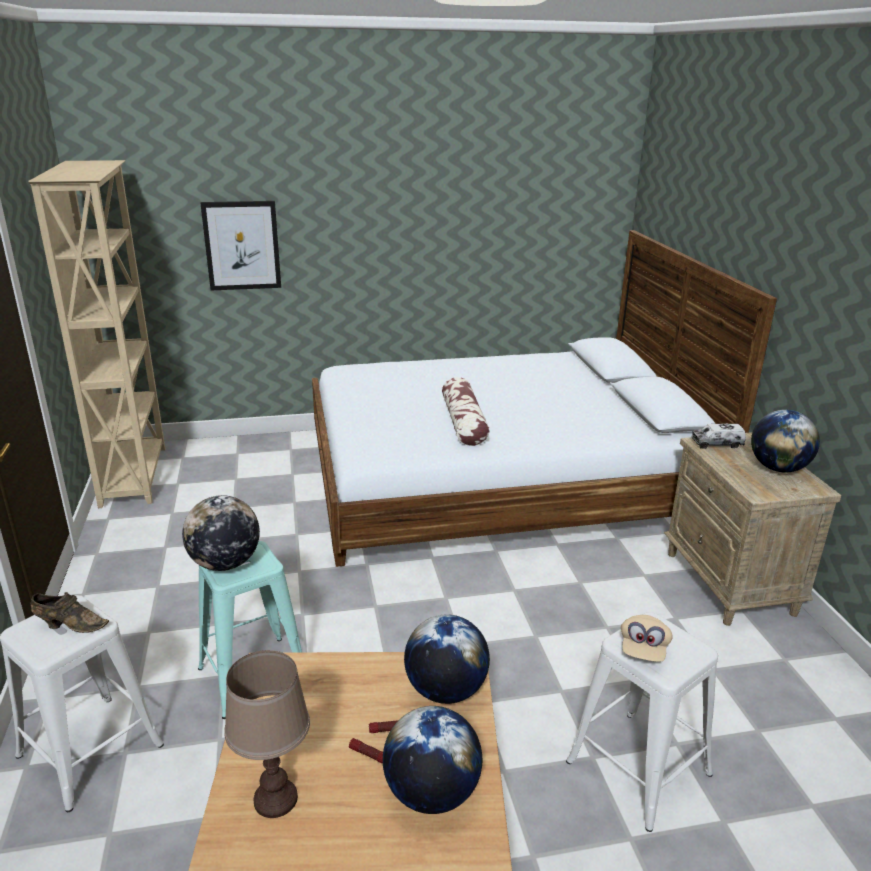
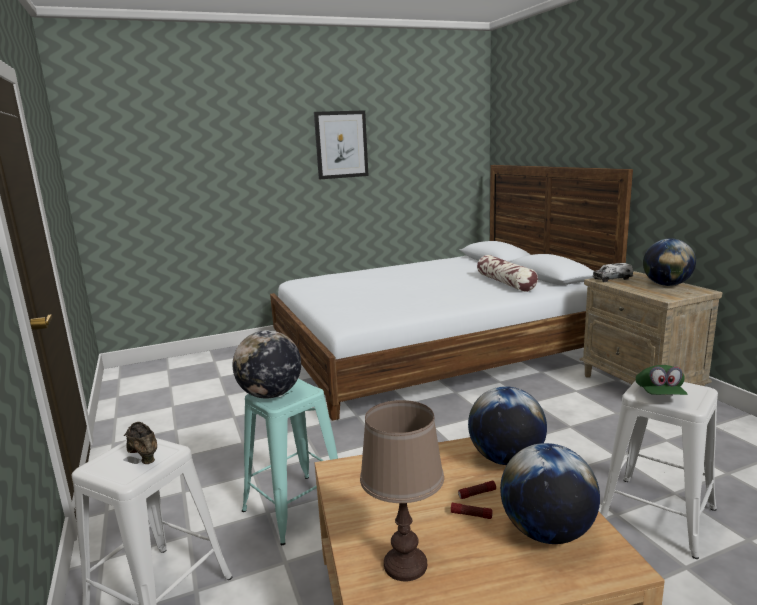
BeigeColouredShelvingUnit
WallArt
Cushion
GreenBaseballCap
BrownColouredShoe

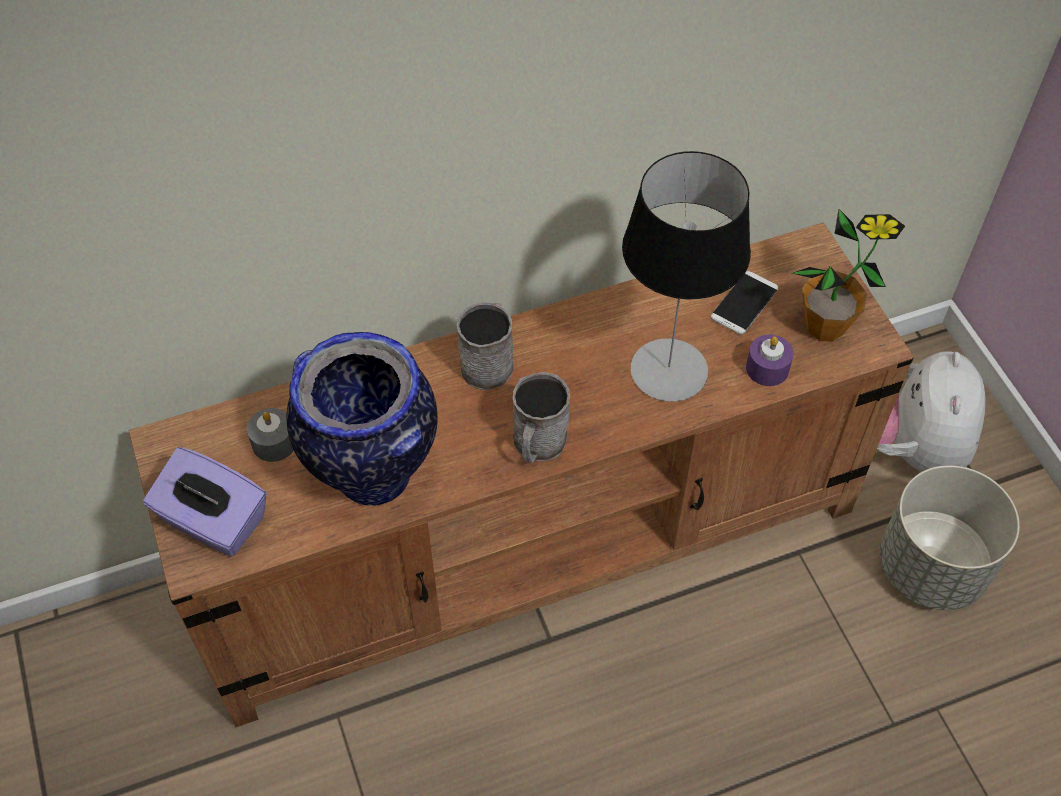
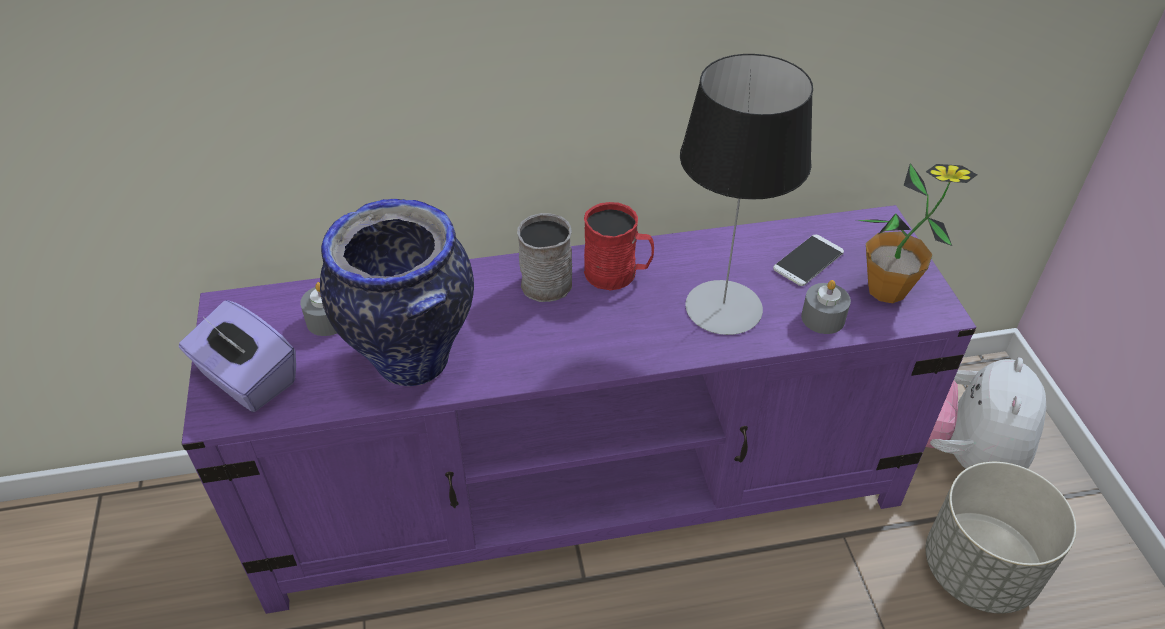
GreyishMug (no. 2 from left in the first image)
RedColouredMug
PurpleColouredTvUnit
GreyishCandle (no. 2 from left)

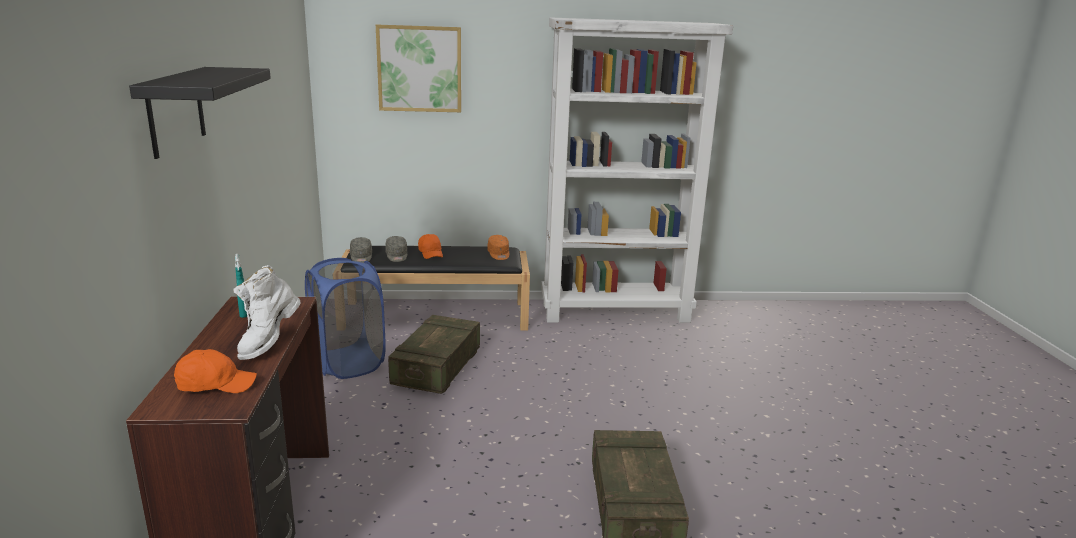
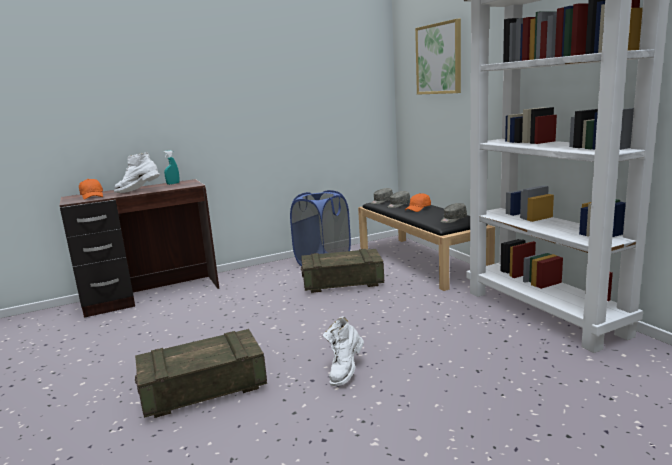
BlackishWallShelf
WhiteColouredTallBoot (no. 2 from left)
GreyishBaseballCap (no. 3 from left)

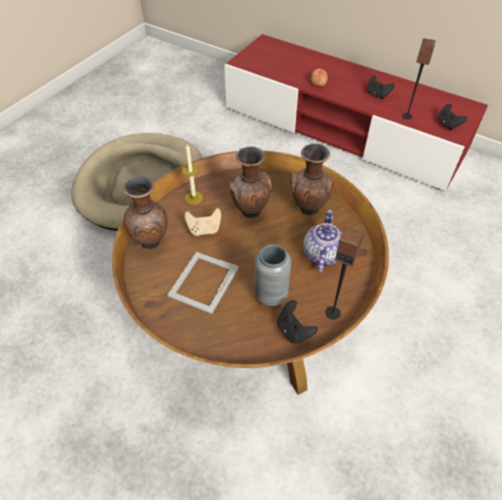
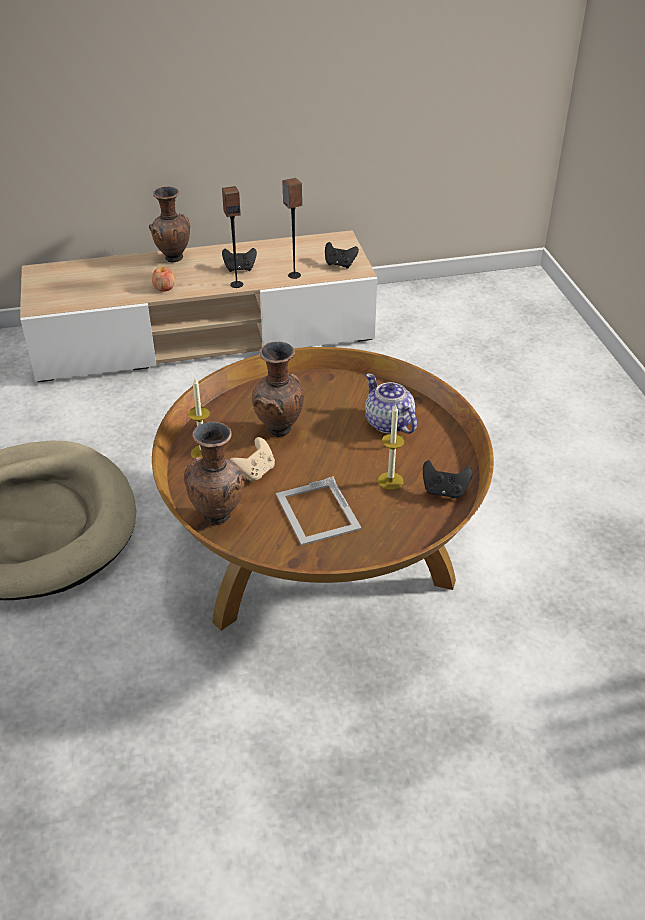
BrownColouredFlowerVase (no. 1 from left)
Loudspeaker (no. 1 from left)
Candle (no. 2 from left)
BeigeColouredTvUnit

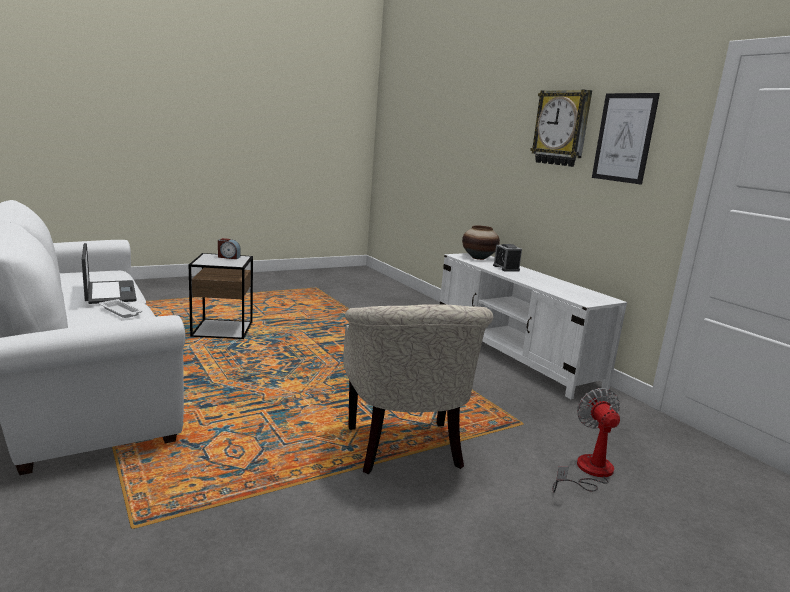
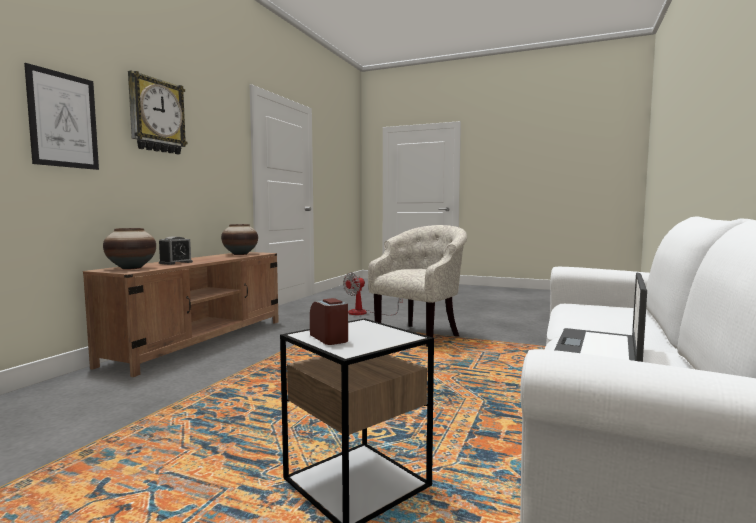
WhiteColouredTray
FlowerVase (no. 2 from left)
WallArt
BrownColouredTvUnit

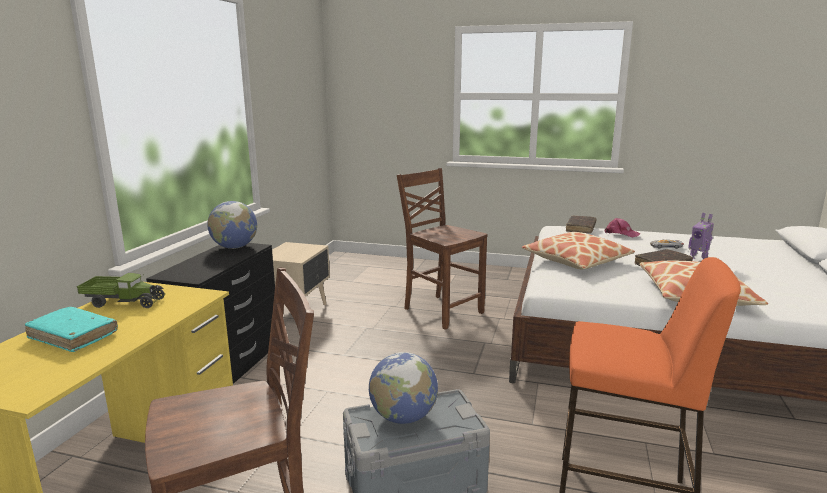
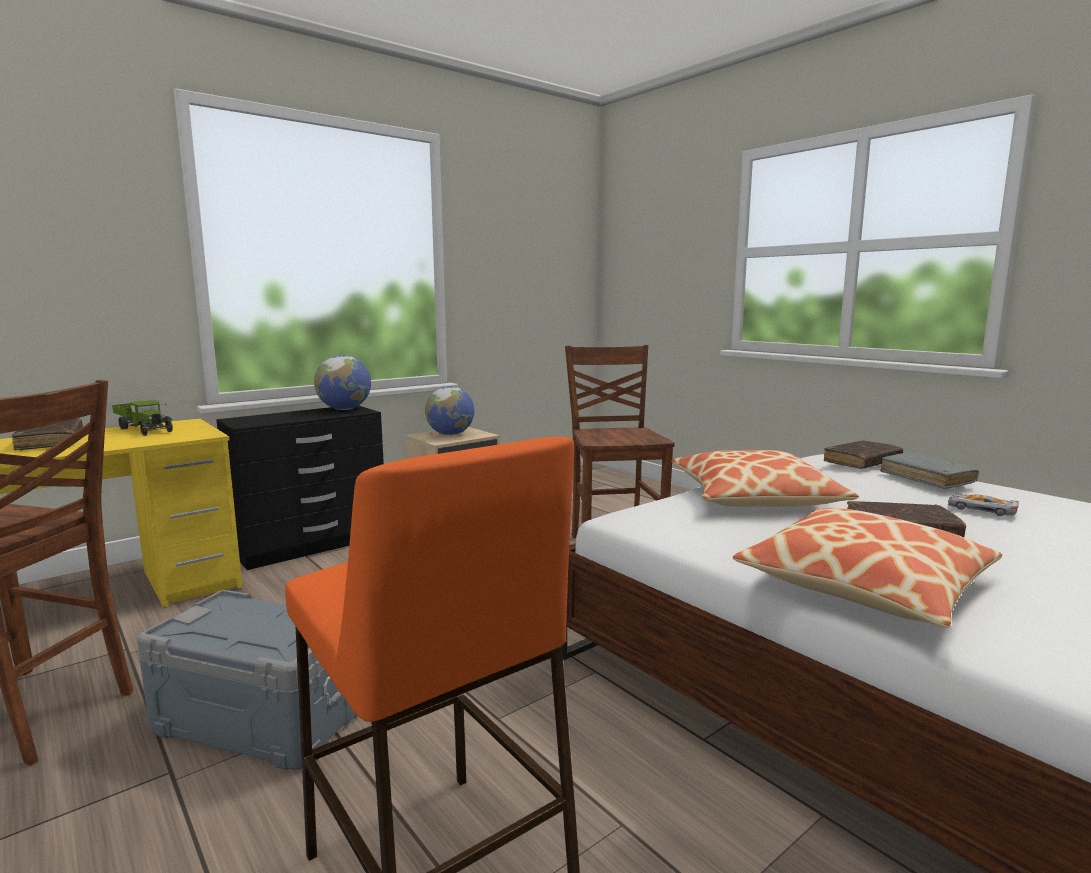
RobotFigure
DeskGlobe (no. 2 from left)
GreyishBook
BrownColouredBook (no. 1 from left)

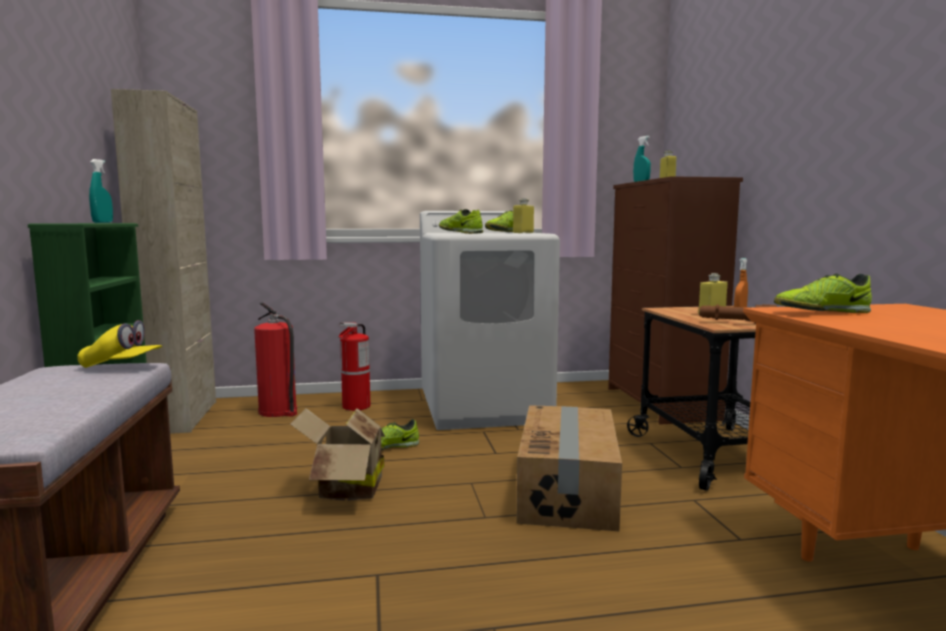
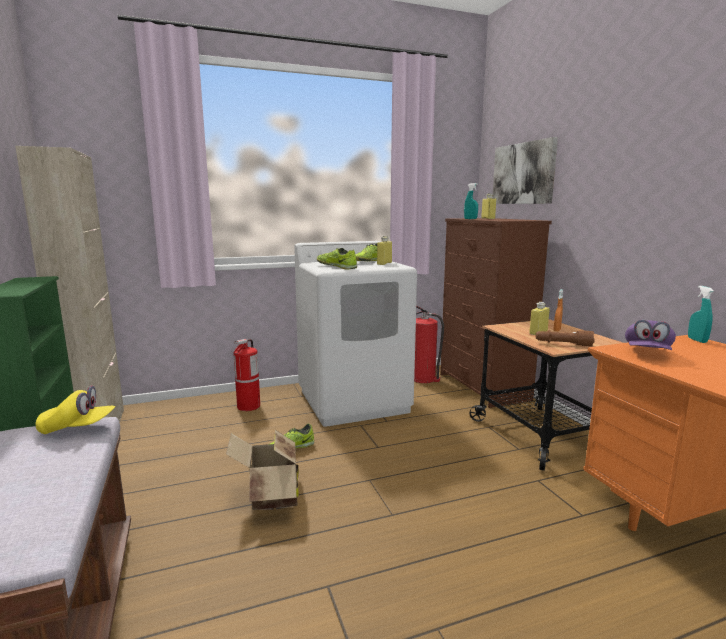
Carton (no. 2 from left in the first image)
WallArt
TurquoiseColouredSprayBottle (no. 2 from left)
Extinguisher (no. 2 from left)
PurpleColouredBaseballCap

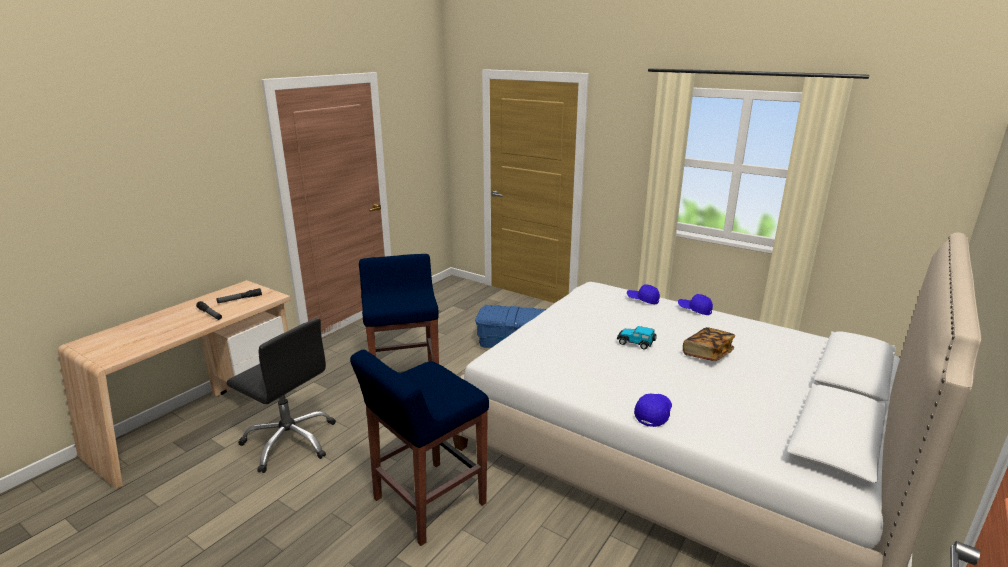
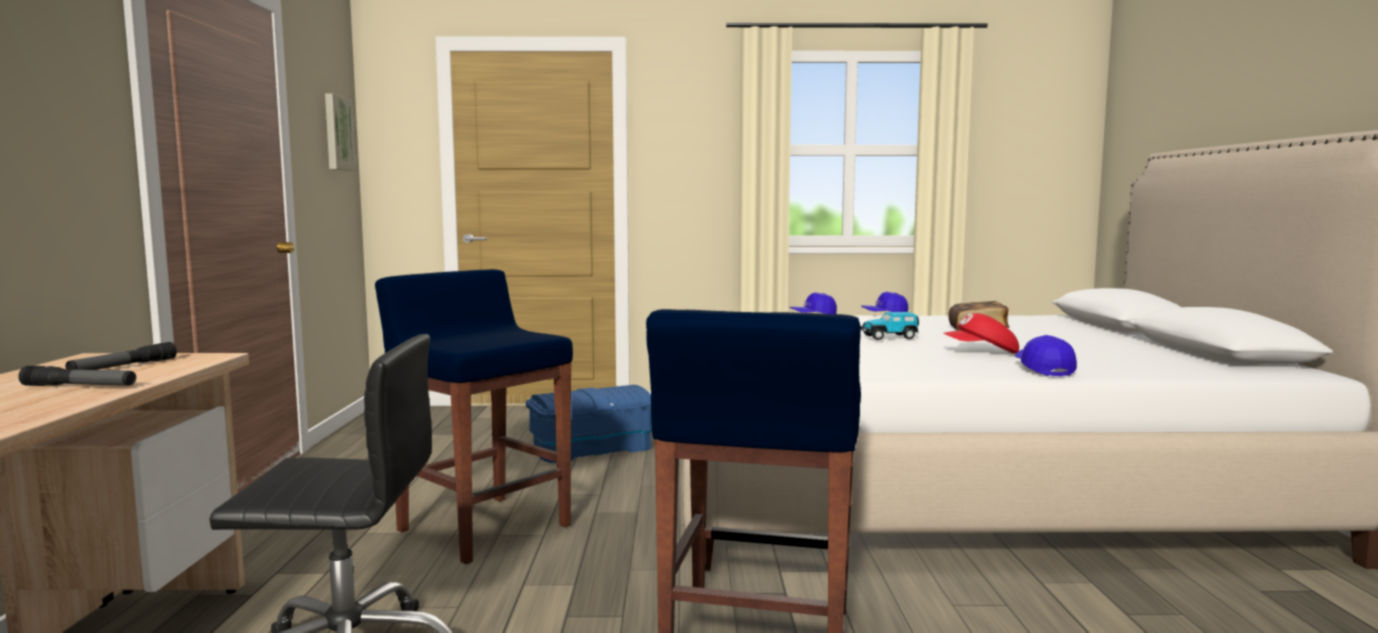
WallArt
RedColouredBaseballCap

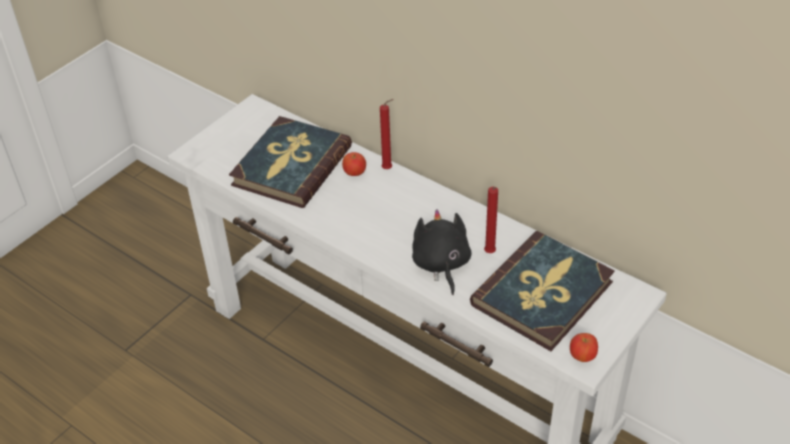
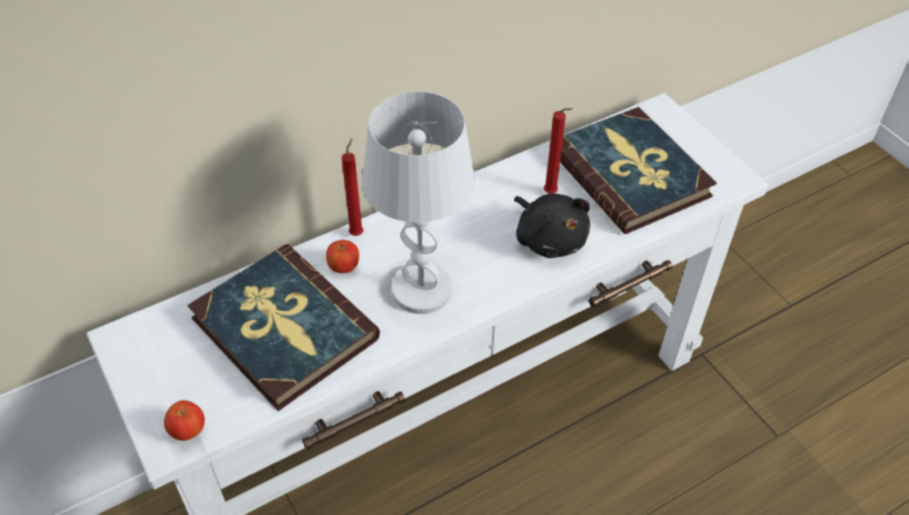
WhiteColouredTableLamp
AppleFruit (no. 1 from left)
BlackishSoftToy

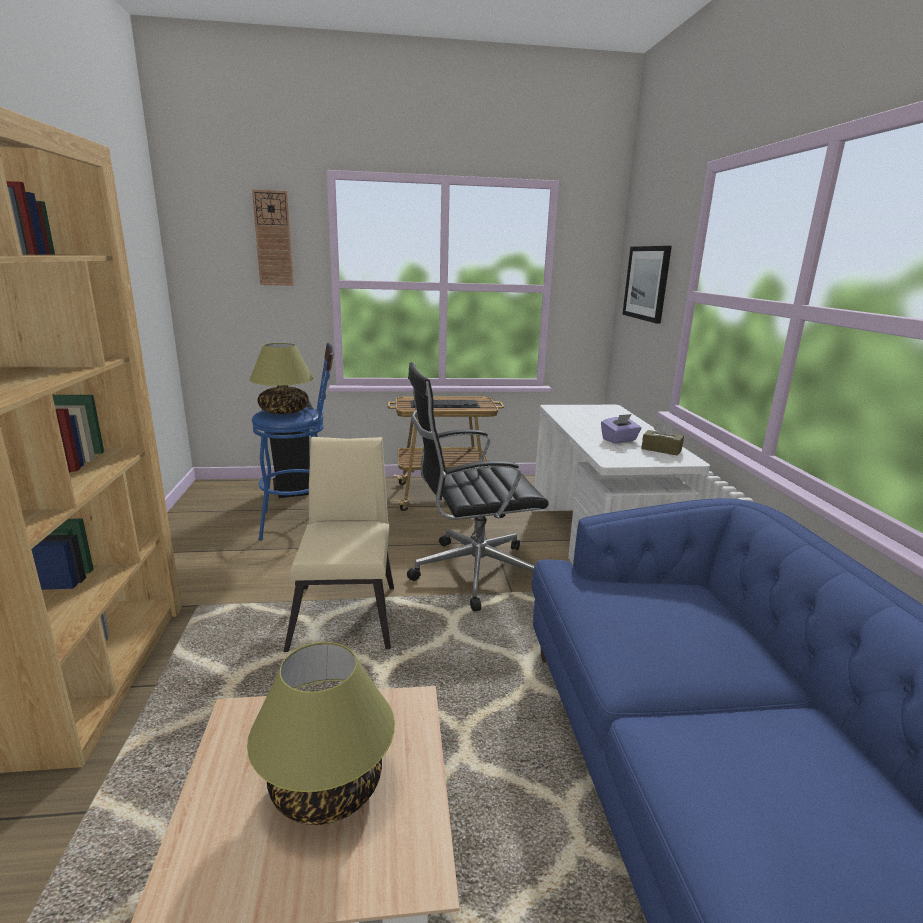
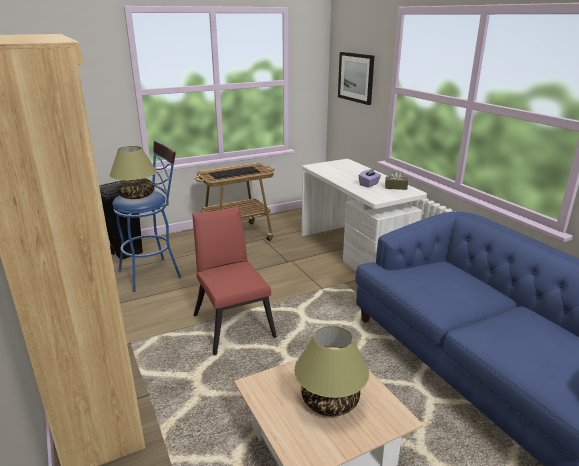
WallClock
BlackishComputerChair
RedColouredChair

